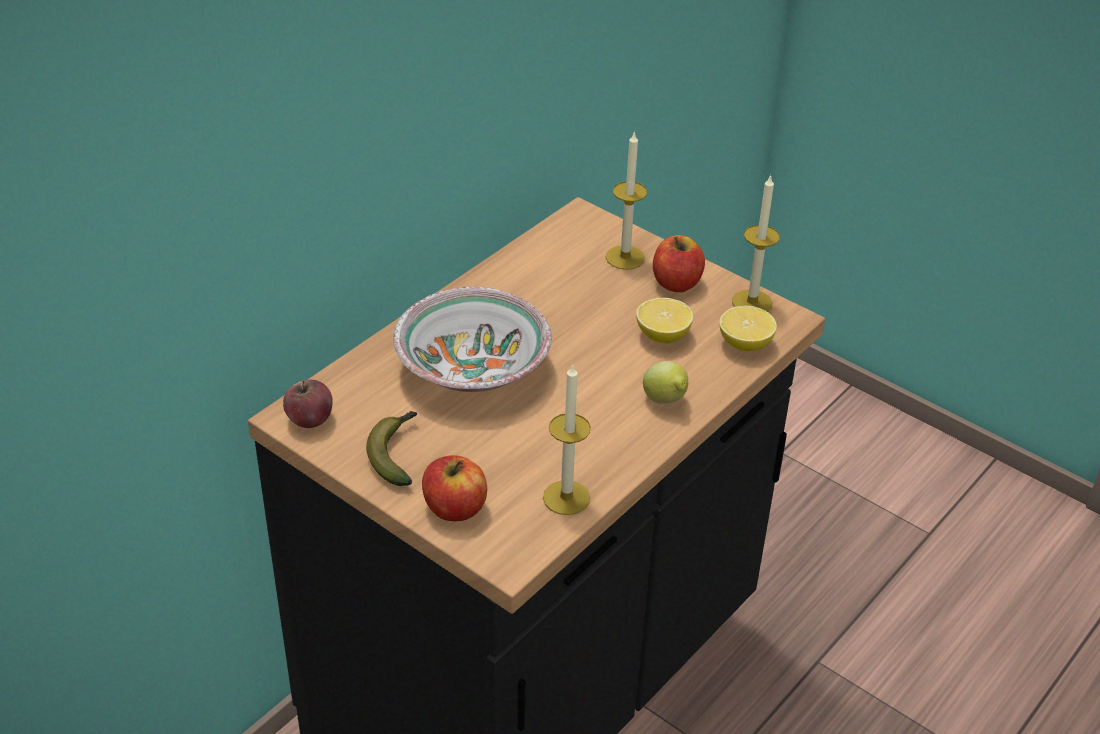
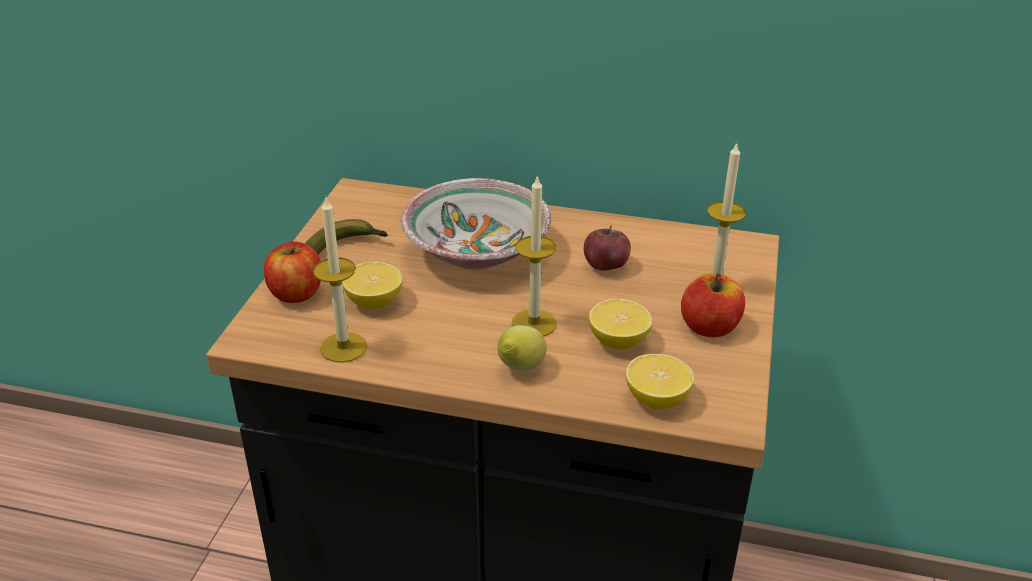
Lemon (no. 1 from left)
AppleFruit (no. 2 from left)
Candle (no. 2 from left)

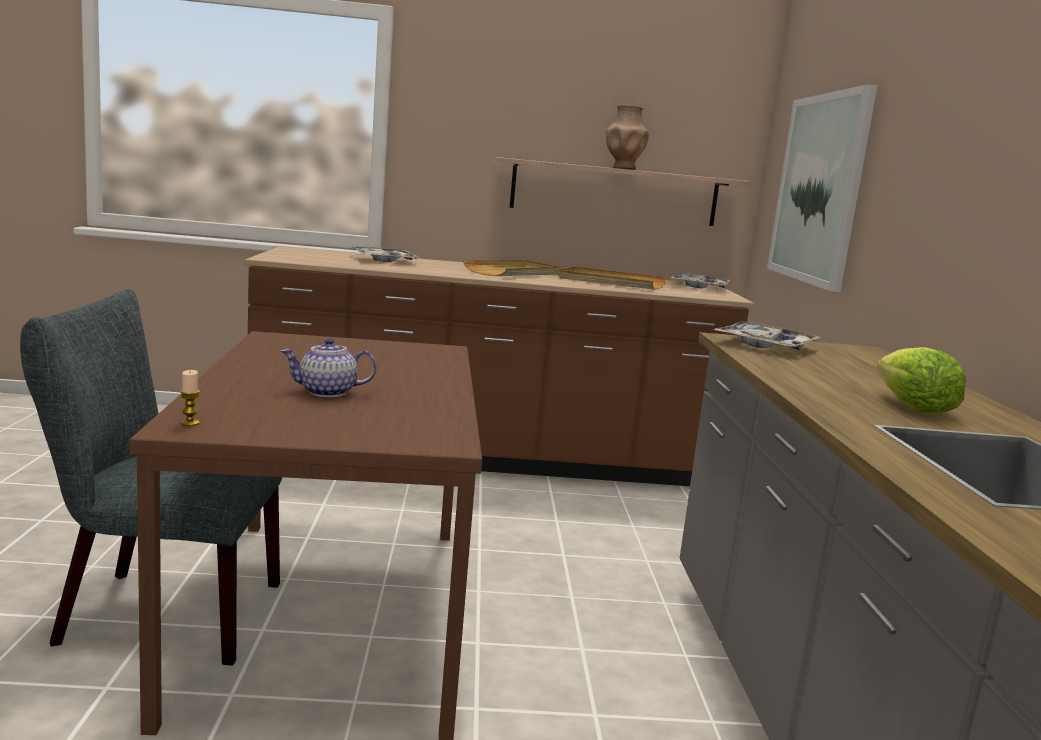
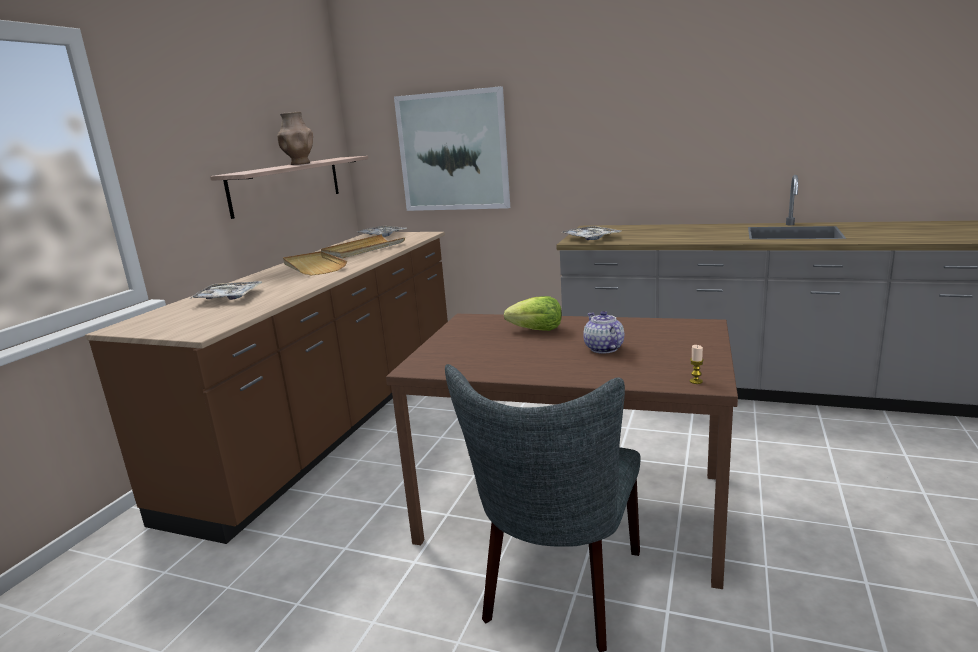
Lettuce
PotForTea

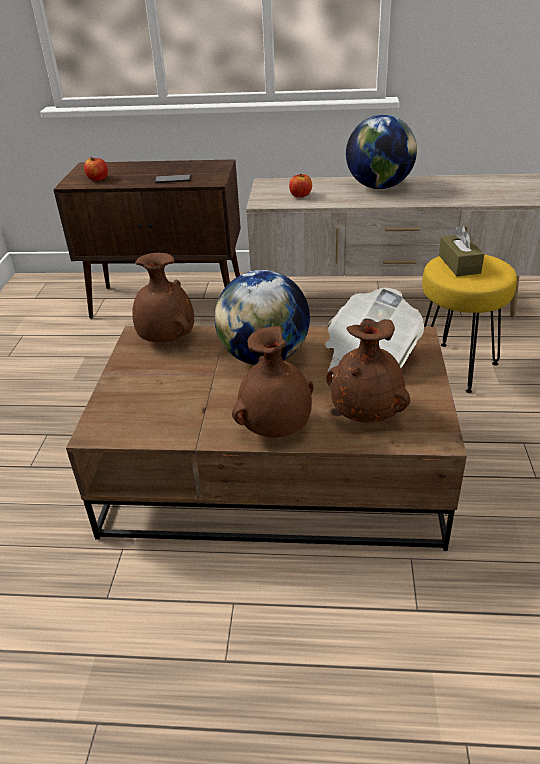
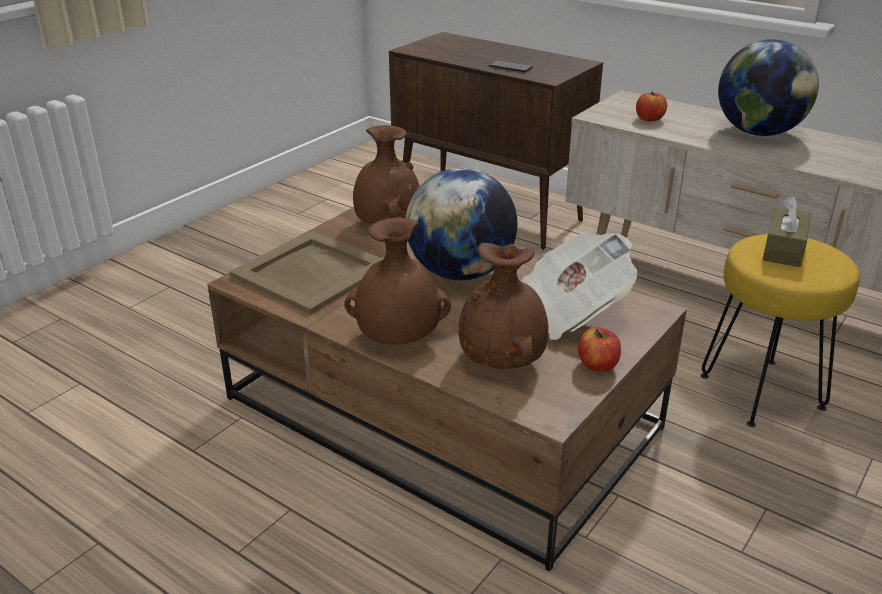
BeigeColouredTray
AppleFruit (no. 1 from left)

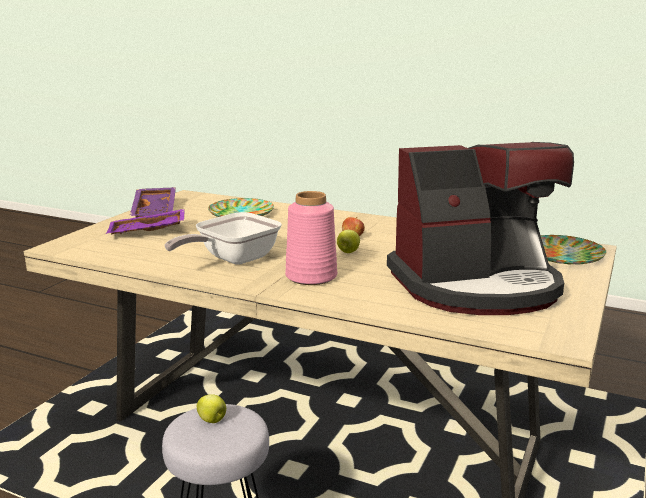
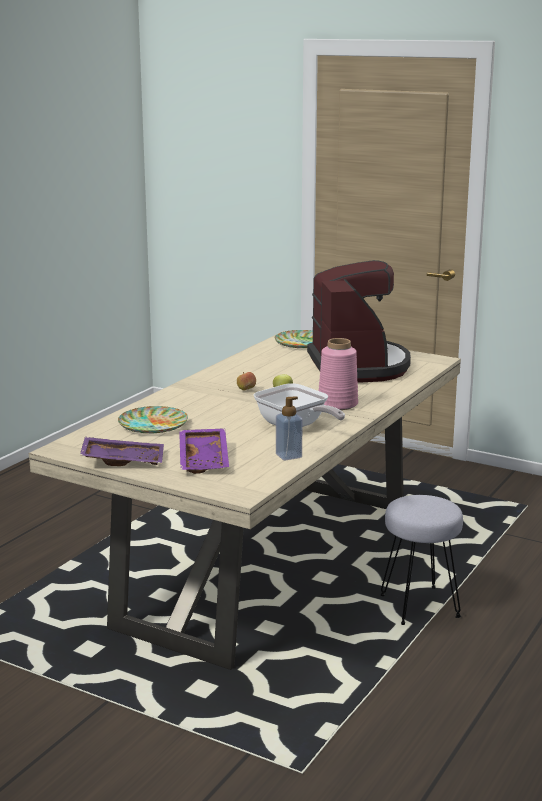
AppleFruit (no. 1 from left in the first image)
LiquidSoapBottle

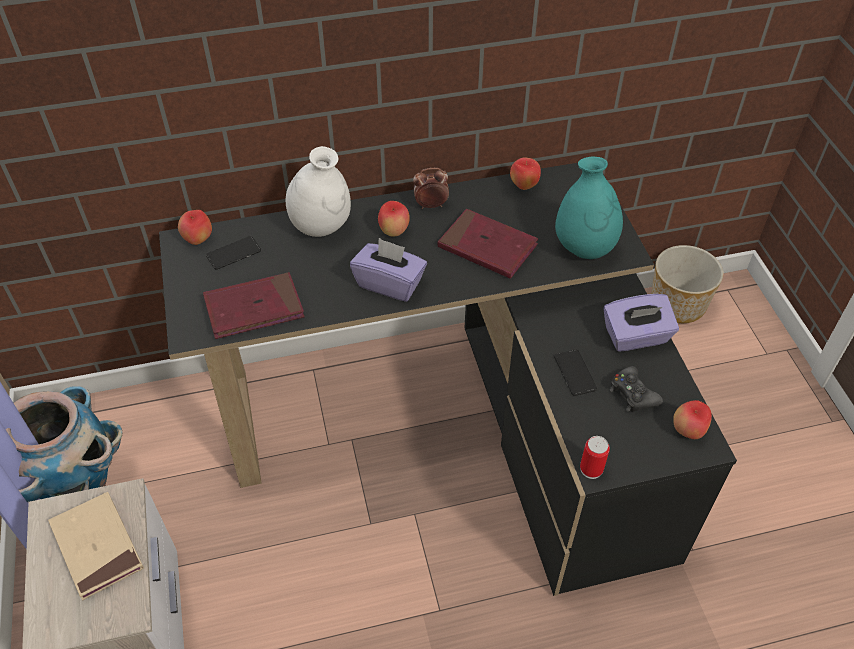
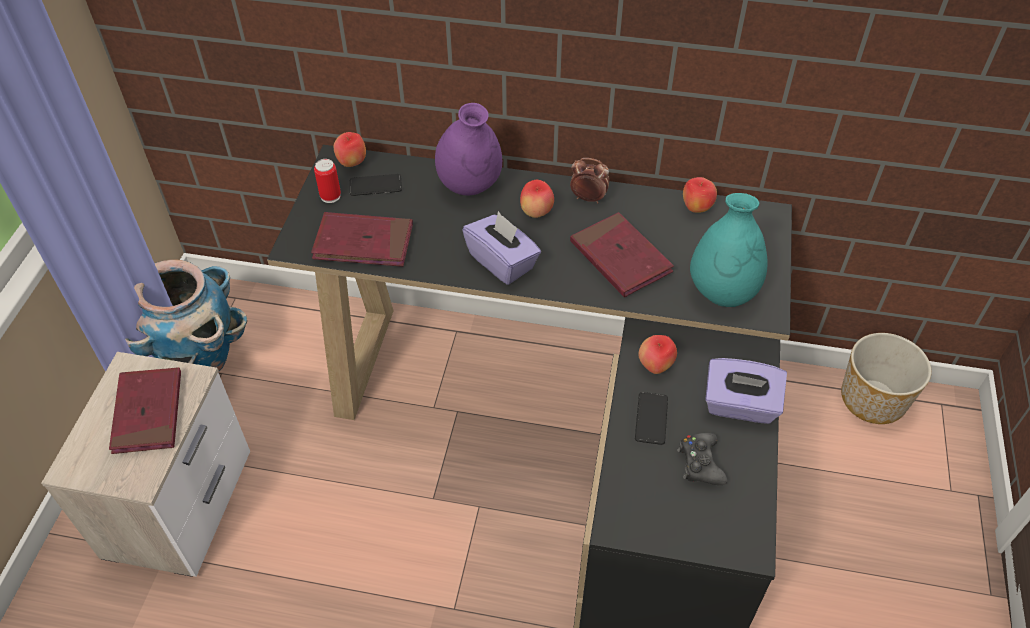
Can
AppleFruit (no. 3 from left)
RedColouredBook (no. 1 from left)
PurpleColouredFlowerVase

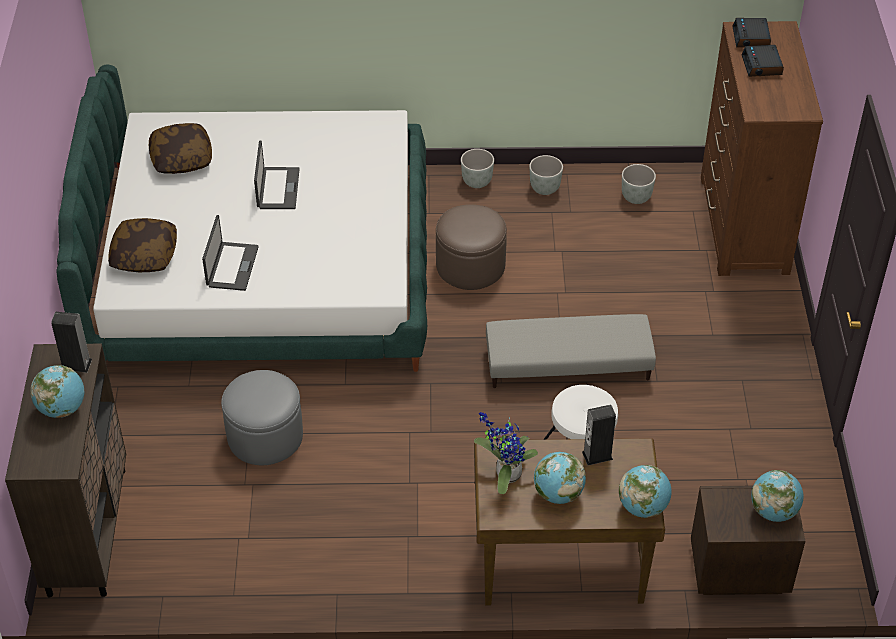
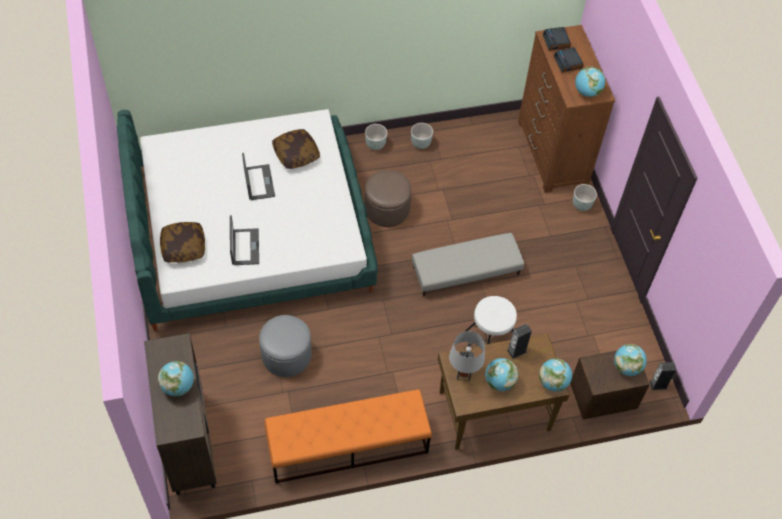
OrangeBench
DeskGlobe (no. 4 from left)
Loudspeaker (no. 2 from left)
Cushion (no. 2 from left)
GreyishPlantPot (no. 3 from left)
GreyishTableLamp

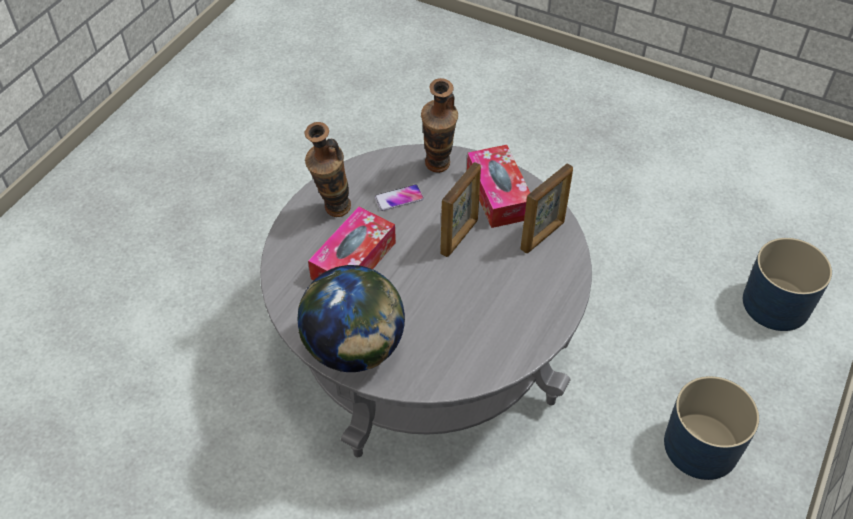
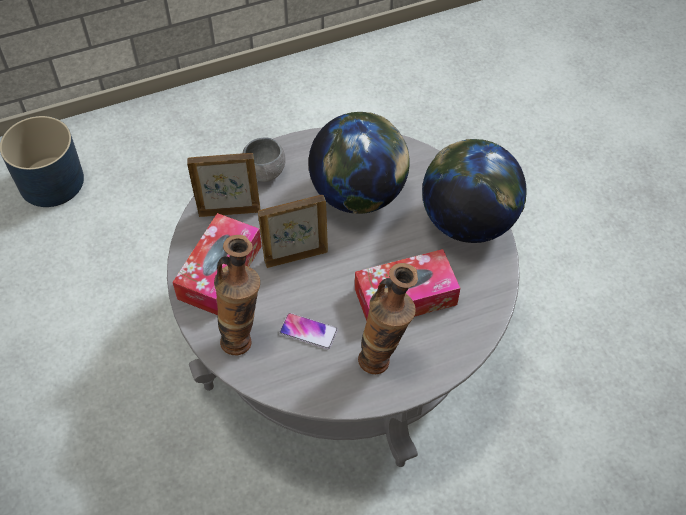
BluePlantPot (no. 1 from left in the first image)
GreyishDeepDish
DeskGlobe (no. 1 from left)

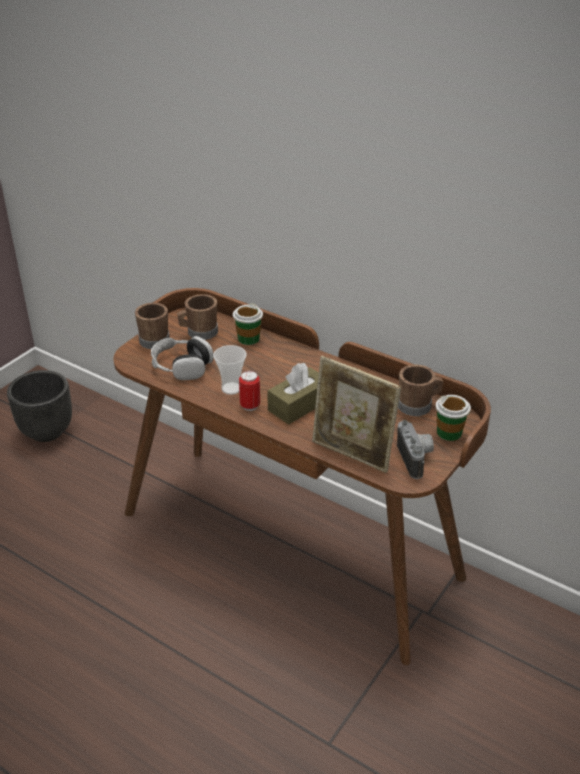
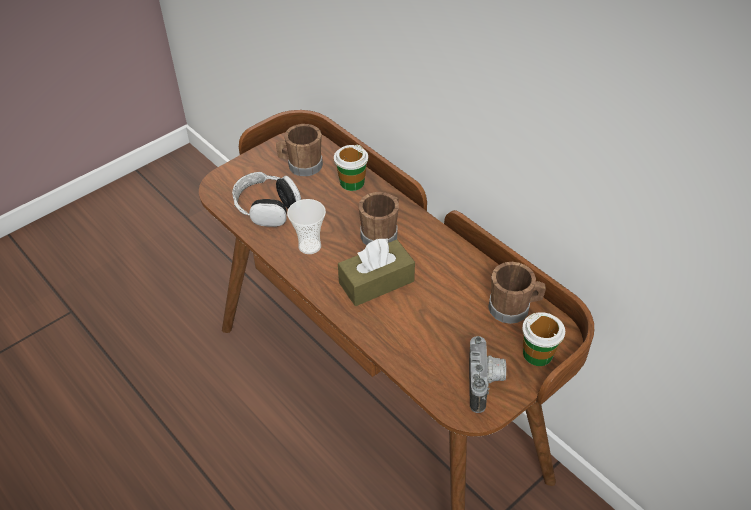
BlackishPlantPot
Can
StandingFrame
BrownColouredMug (no. 2 from left)

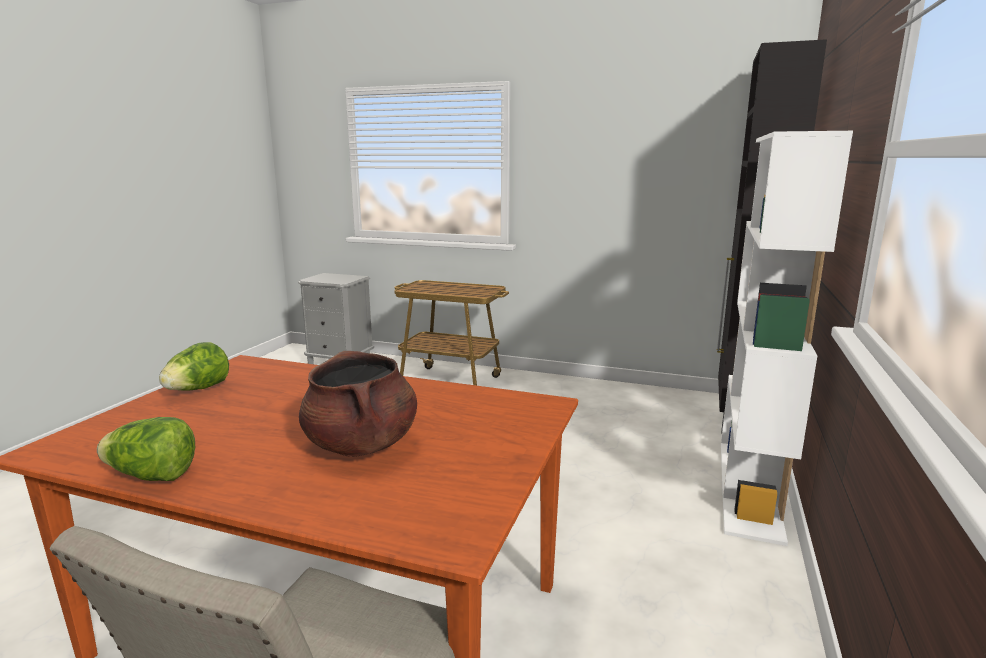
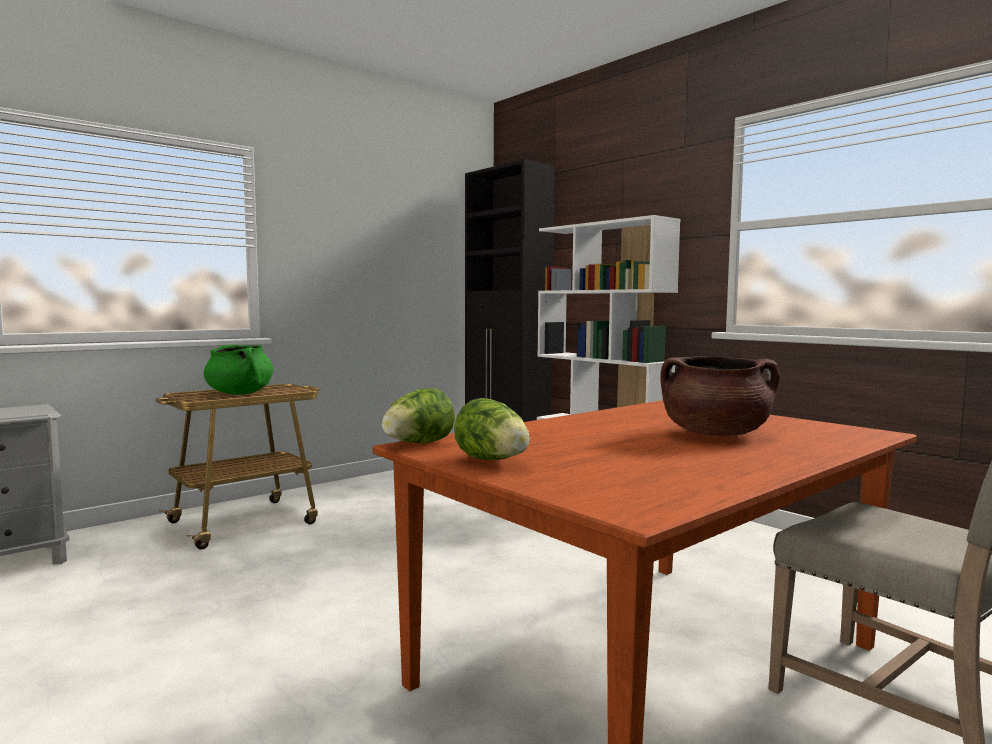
GreenStockpot
Lettuce (no. 1 from left)

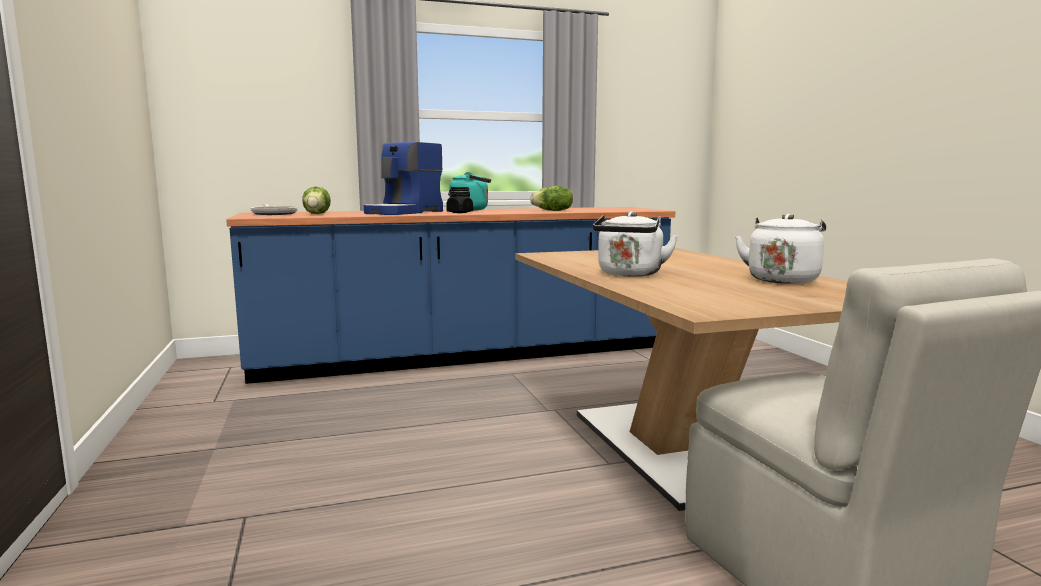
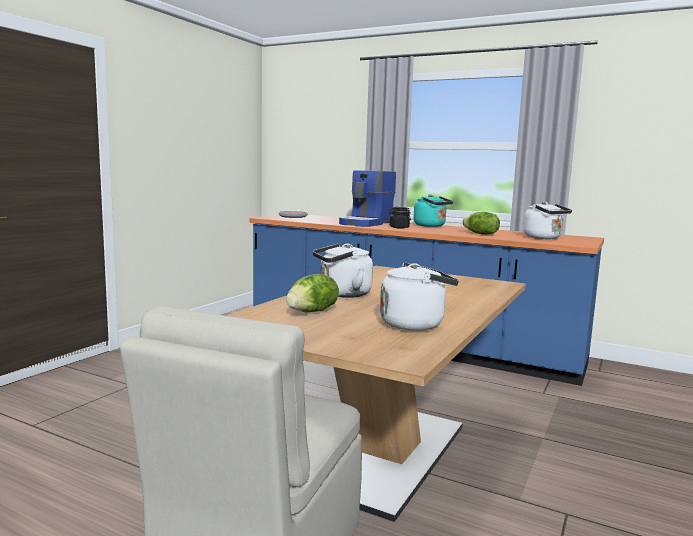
WhiteColouredKettle (no. 3 from left)
Lettuce (no. 1 from left)
CoffeeMachine

